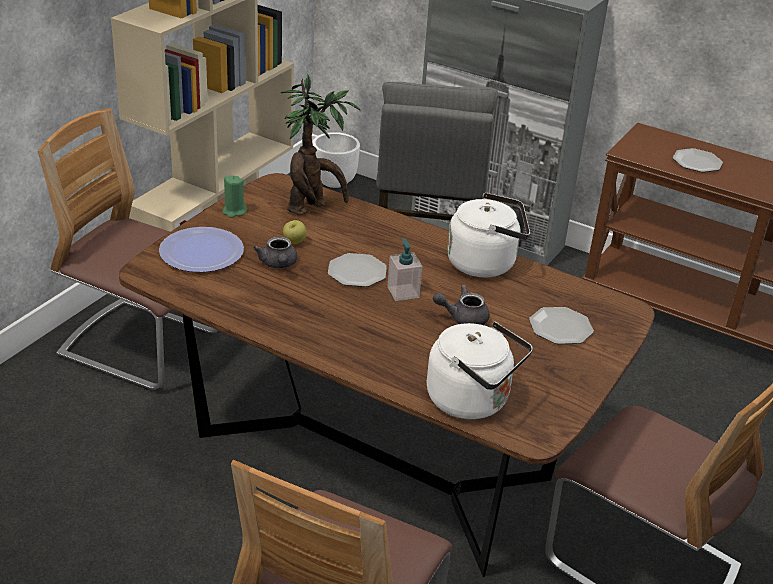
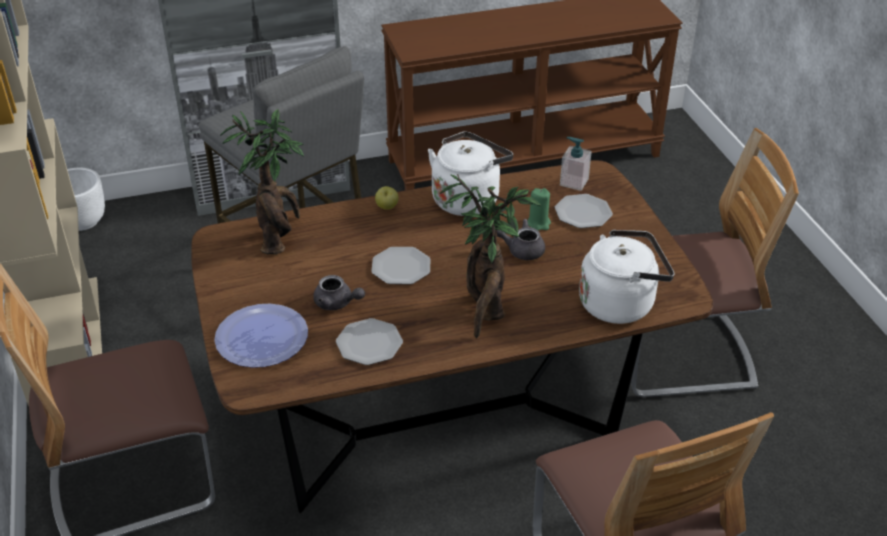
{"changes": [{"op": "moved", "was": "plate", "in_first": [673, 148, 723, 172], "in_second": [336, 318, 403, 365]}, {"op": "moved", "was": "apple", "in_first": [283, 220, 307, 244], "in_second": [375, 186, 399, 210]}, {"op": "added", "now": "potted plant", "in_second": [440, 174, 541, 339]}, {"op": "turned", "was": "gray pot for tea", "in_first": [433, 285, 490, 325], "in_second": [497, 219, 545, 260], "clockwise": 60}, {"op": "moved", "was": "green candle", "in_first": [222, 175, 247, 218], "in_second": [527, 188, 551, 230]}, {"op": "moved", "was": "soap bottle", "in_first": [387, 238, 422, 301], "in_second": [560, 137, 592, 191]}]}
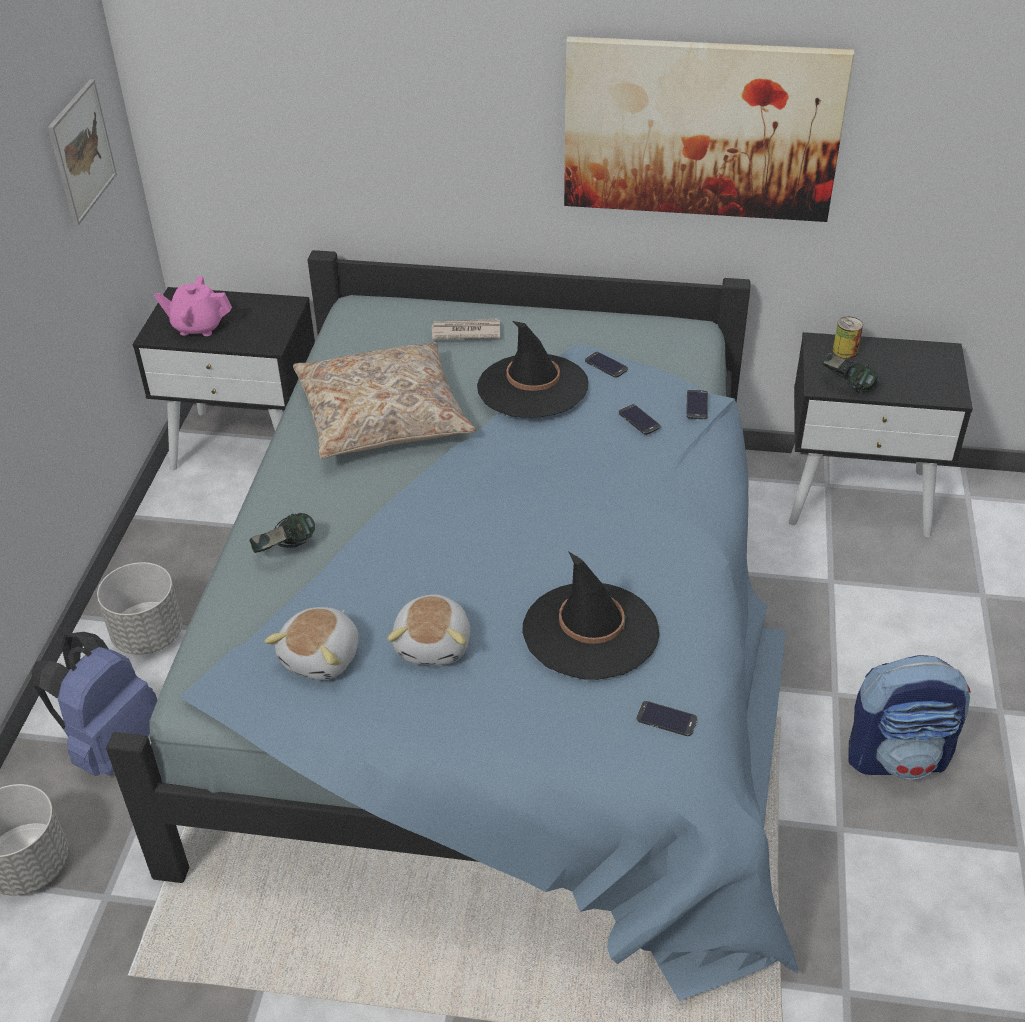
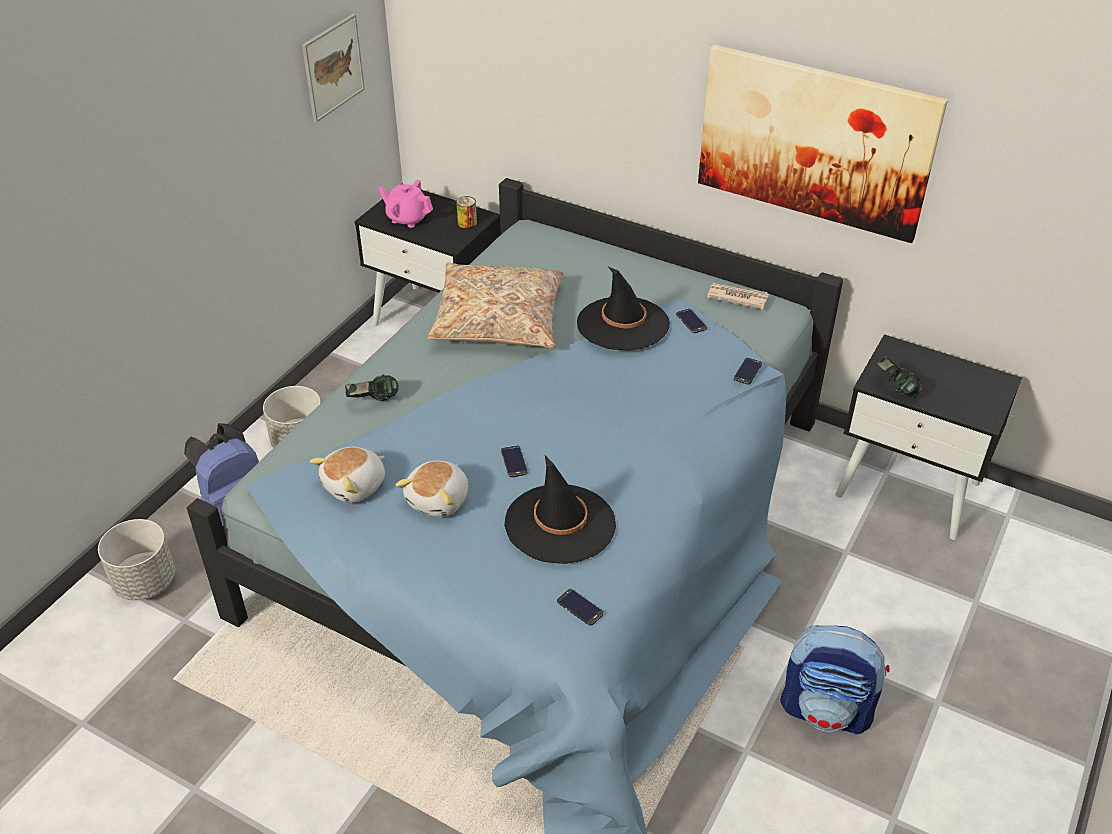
{"changes": [{"op": "moved", "was": "can", "in_first": [833, 317, 863, 358], "in_second": [456, 196, 477, 229]}, {"op": "moved", "was": "phone", "in_first": [619, 404, 660, 435], "in_second": [501, 445, 528, 477]}, {"op": "moved", "was": "daily paper", "in_first": [432, 319, 500, 340], "in_second": [707, 283, 769, 310]}]}
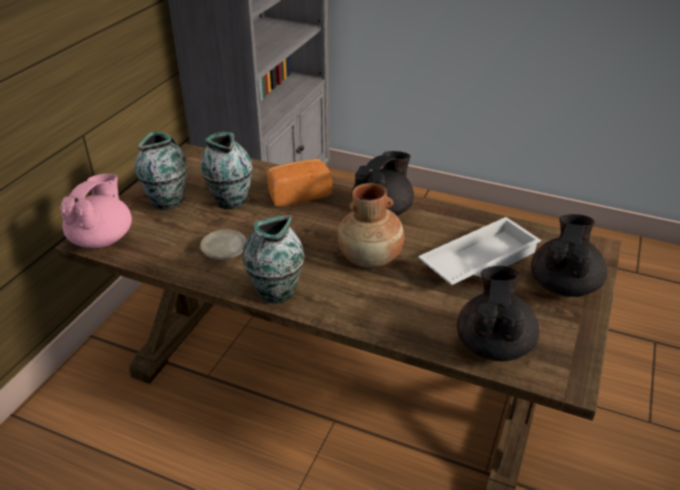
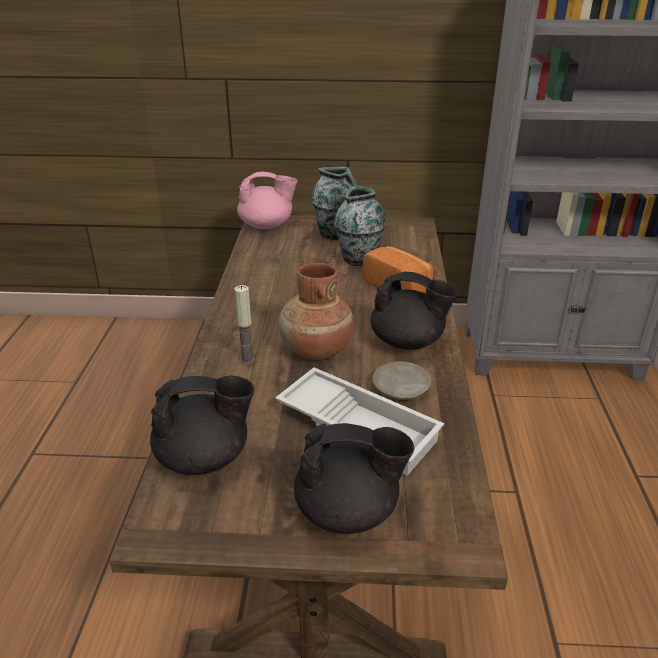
{"changes": [{"op": "added", "now": "candle", "in_second": [235, 285, 255, 365]}, {"op": "moved", "was": "sand-coloured plate", "in_first": [200, 229, 247, 261], "in_second": [372, 361, 431, 400]}, {"op": "removed", "was": "decorative vase", "in_first": [242, 215, 304, 304]}]}
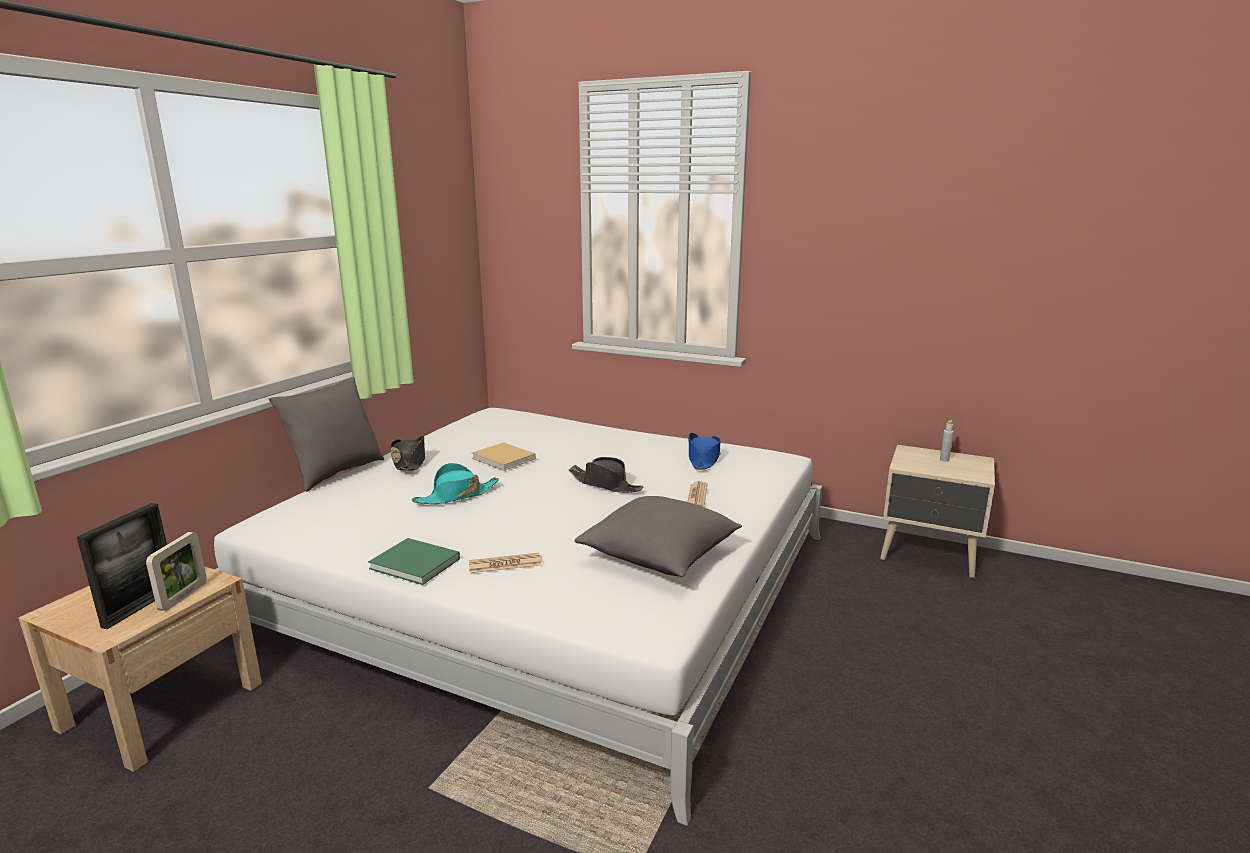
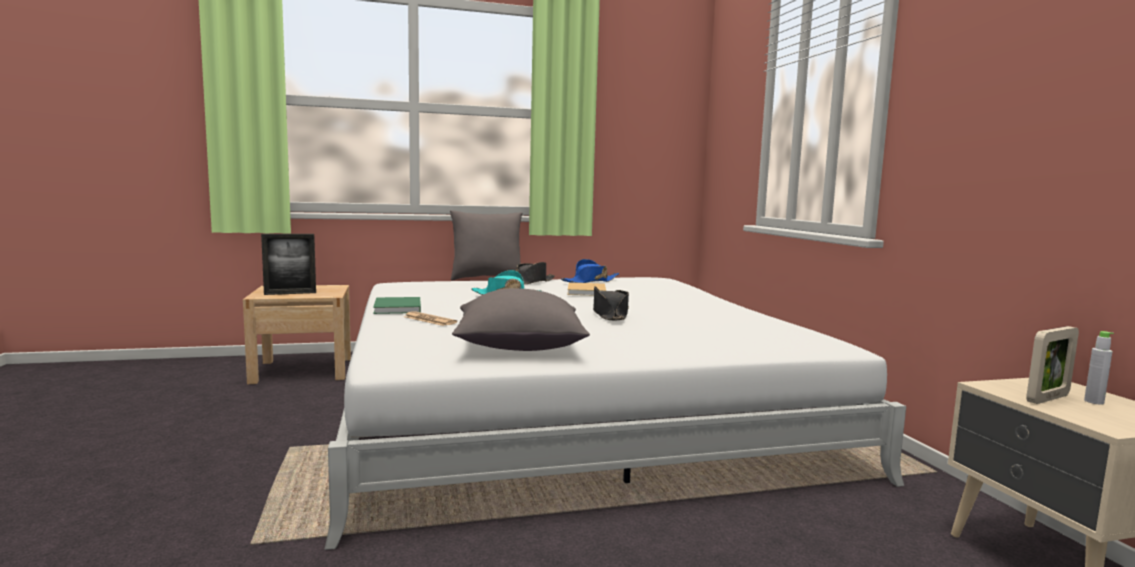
{"changes": [{"op": "moved", "was": "blue wearable hat", "in_first": [689, 433, 721, 470], "in_second": [561, 259, 619, 283]}, {"op": "moved", "was": "picture frame", "in_first": [146, 532, 206, 611], "in_second": [1026, 326, 1079, 404]}, {"op": "removed", "was": "daily paper", "in_first": [687, 481, 708, 507]}]}
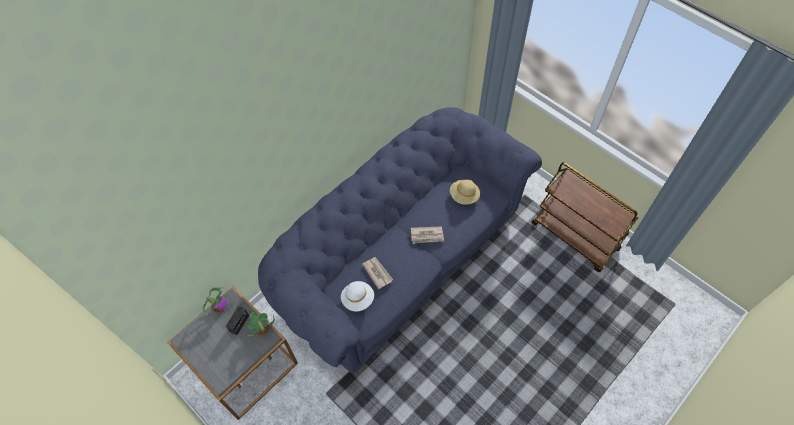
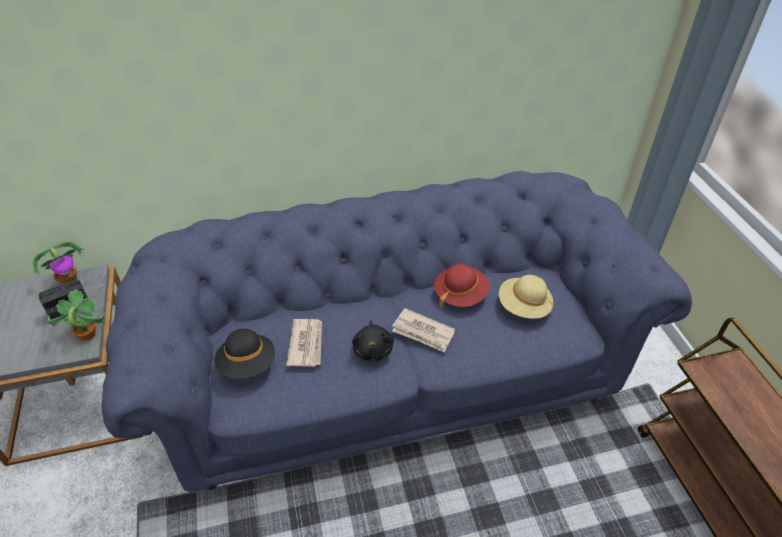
{"changes": [{"op": "recoloured", "was": "whitish wearable hat", "now": "black wearable hat", "in_first": [341, 281, 374, 312], "in_second": [214, 329, 275, 379]}, {"op": "added", "now": "black cuddly toy", "in_second": [352, 321, 394, 361]}, {"op": "added", "now": "red wearable hat", "in_second": [434, 264, 490, 307]}]}
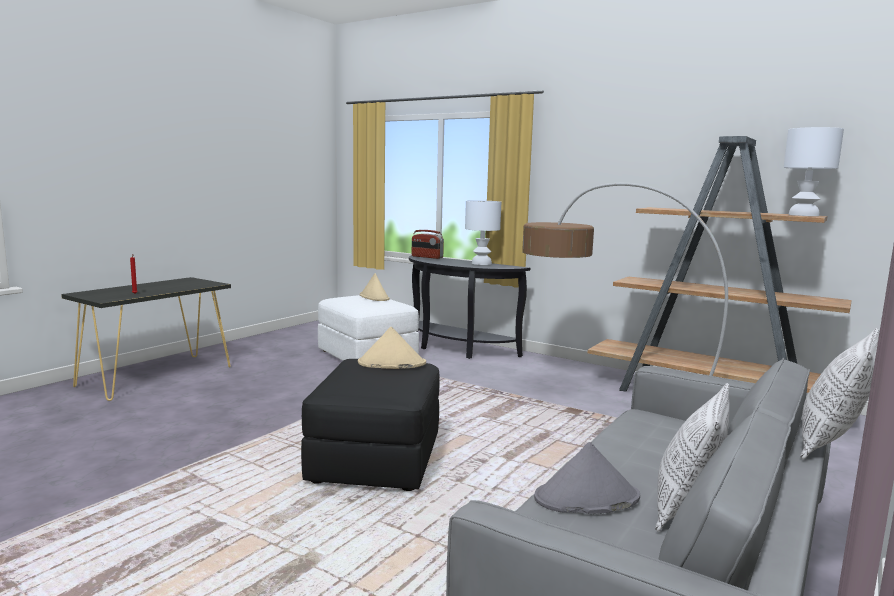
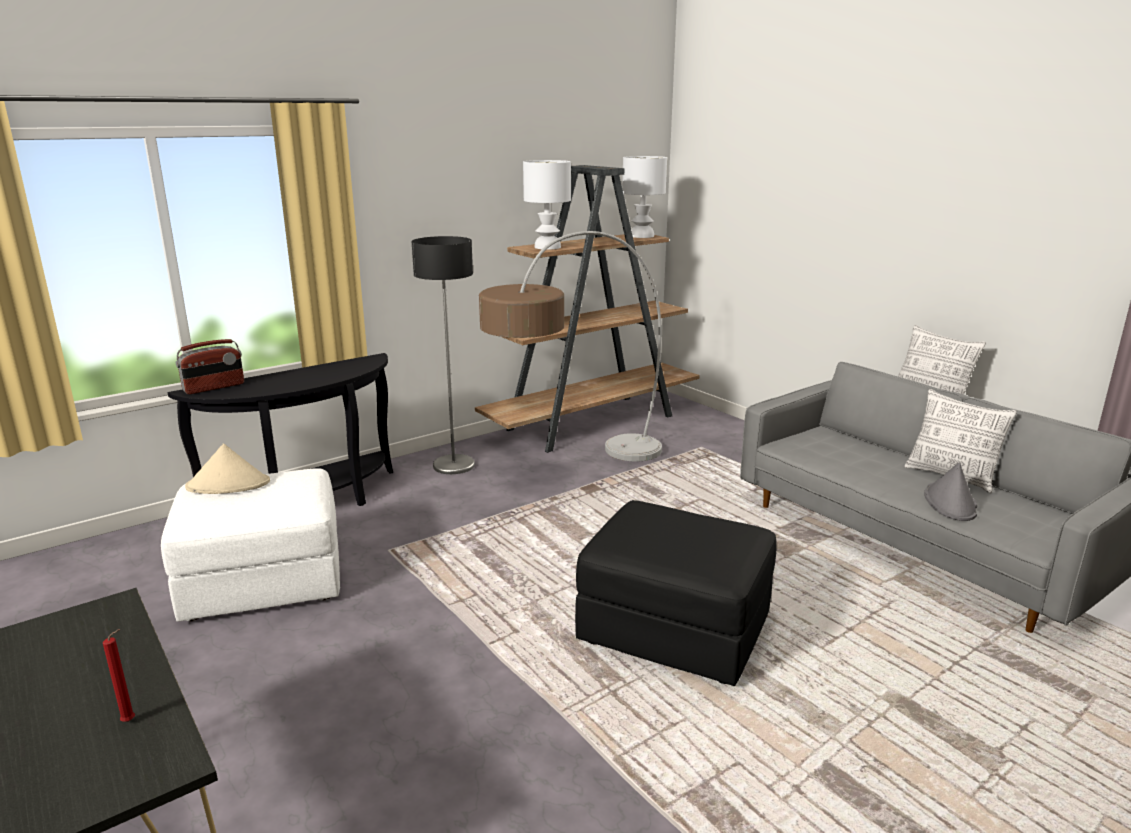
{"changes": [{"op": "added", "now": "floor lamp", "in_second": [412, 236, 475, 474]}, {"op": "moved", "was": "whitish lamp for a table", "in_first": [465, 200, 501, 265], "in_second": [523, 160, 571, 250]}, {"op": "removed", "was": "sand-coloured wearable hat", "in_first": [358, 327, 426, 369]}]}
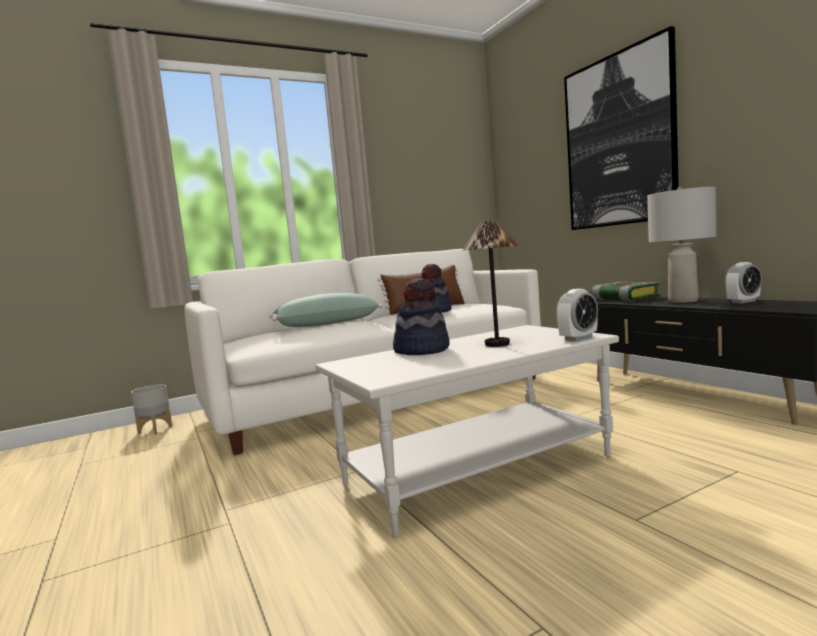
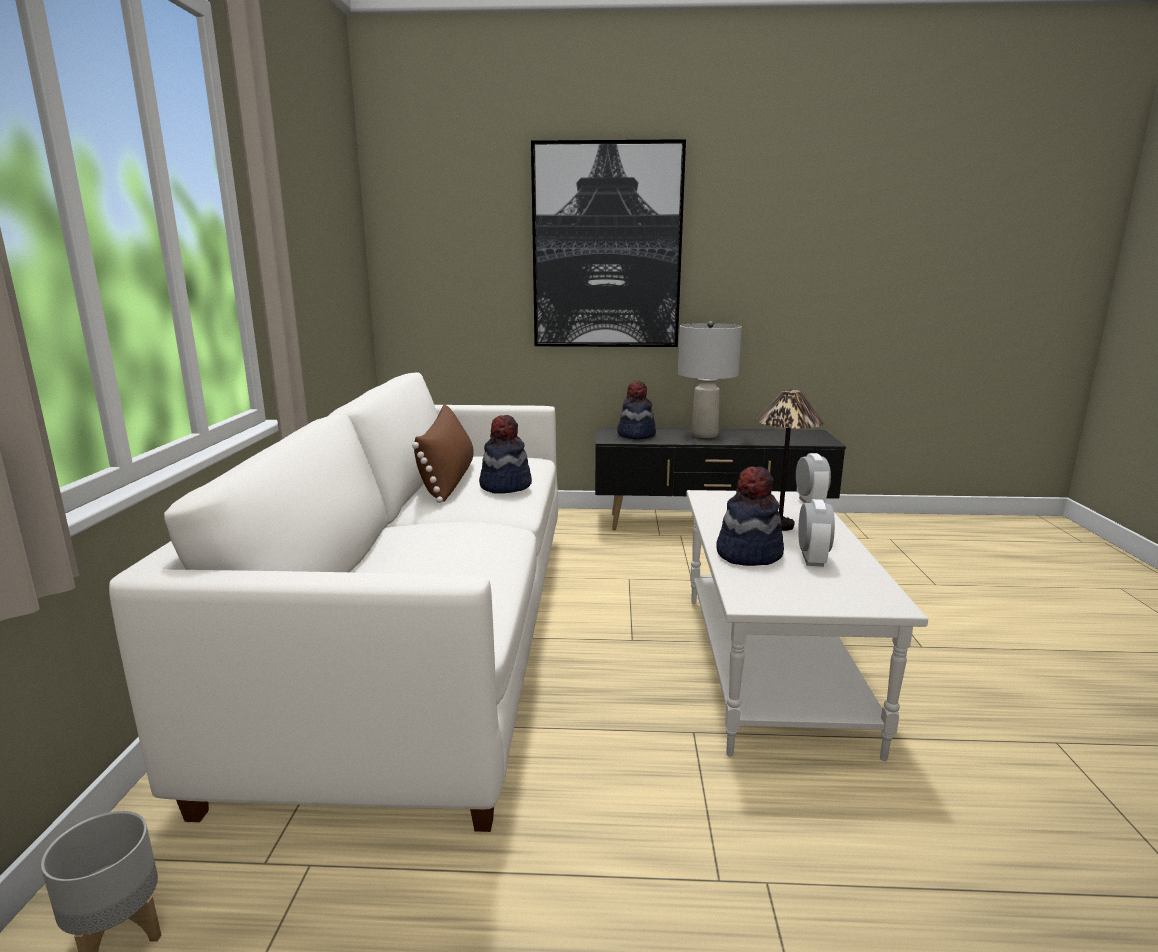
{"changes": [{"op": "replaced", "was": "book", "now": "wearable hat", "in_first": [590, 282, 660, 301], "in_second": [617, 381, 656, 440]}, {"op": "moved", "was": "alarm clock", "in_first": [725, 262, 762, 304], "in_second": [798, 499, 835, 567]}, {"op": "removed", "was": "green cushion", "in_first": [269, 293, 383, 327]}]}
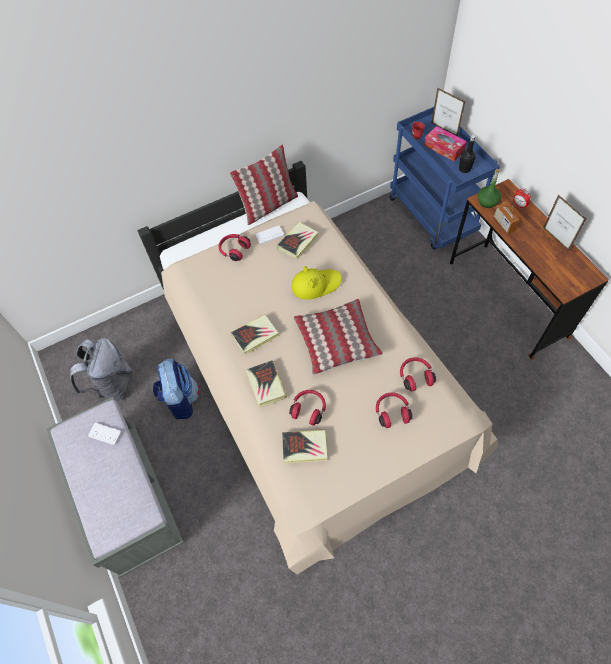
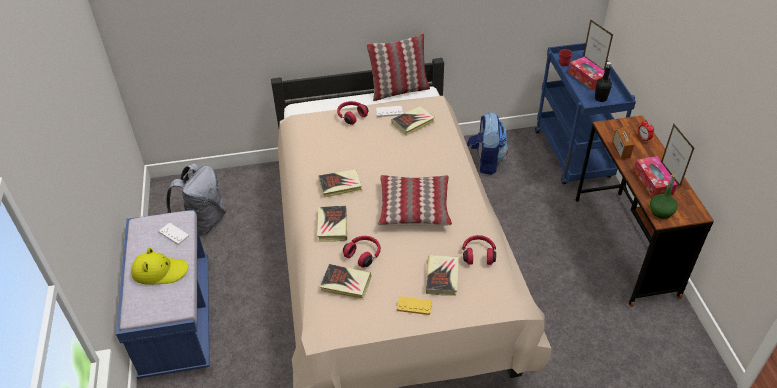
{"changes": [{"op": "recoloured", "was": "gray bench", "now": "blue bench", "in_first": [46, 397, 184, 578], "in_second": [116, 209, 210, 379]}, {"op": "moved", "was": "yellow-coloured wearable hat", "in_first": [292, 266, 342, 300], "in_second": [131, 248, 188, 285]}, {"op": "added", "now": "yellow-coloured gamepad", "in_second": [397, 296, 432, 315]}, {"op": "replaced", "was": "red pair of headphones", "now": "book", "in_first": [376, 393, 412, 428], "in_second": [426, 255, 459, 296]}, {"op": "moved", "was": "knapsack", "in_first": [153, 359, 199, 419], "in_second": [467, 112, 508, 175]}, {"op": "added", "now": "tissue box", "in_second": [634, 156, 677, 198]}, {"op": "moved", "was": "green drink bottle", "in_first": [478, 169, 501, 208], "in_second": [650, 174, 678, 219]}]}
